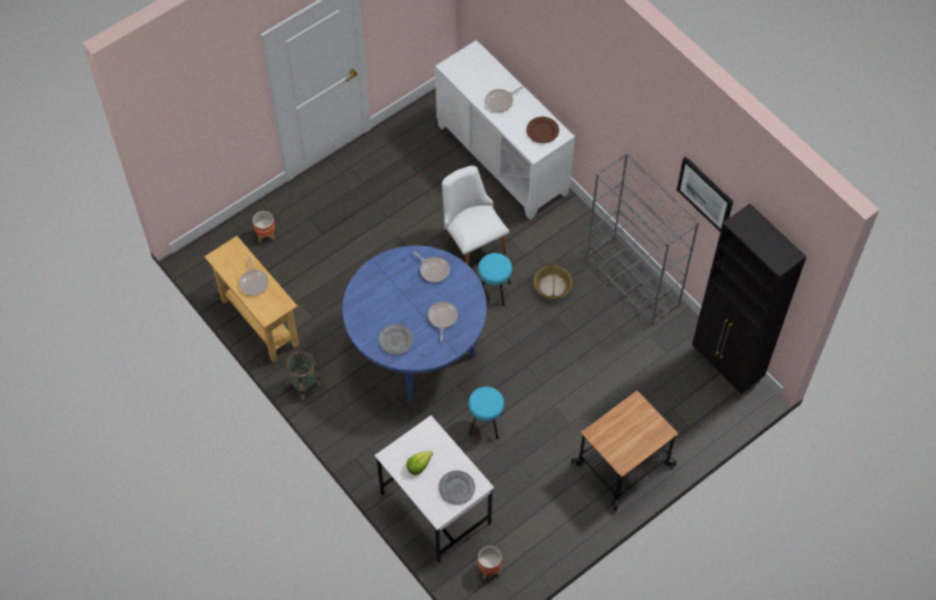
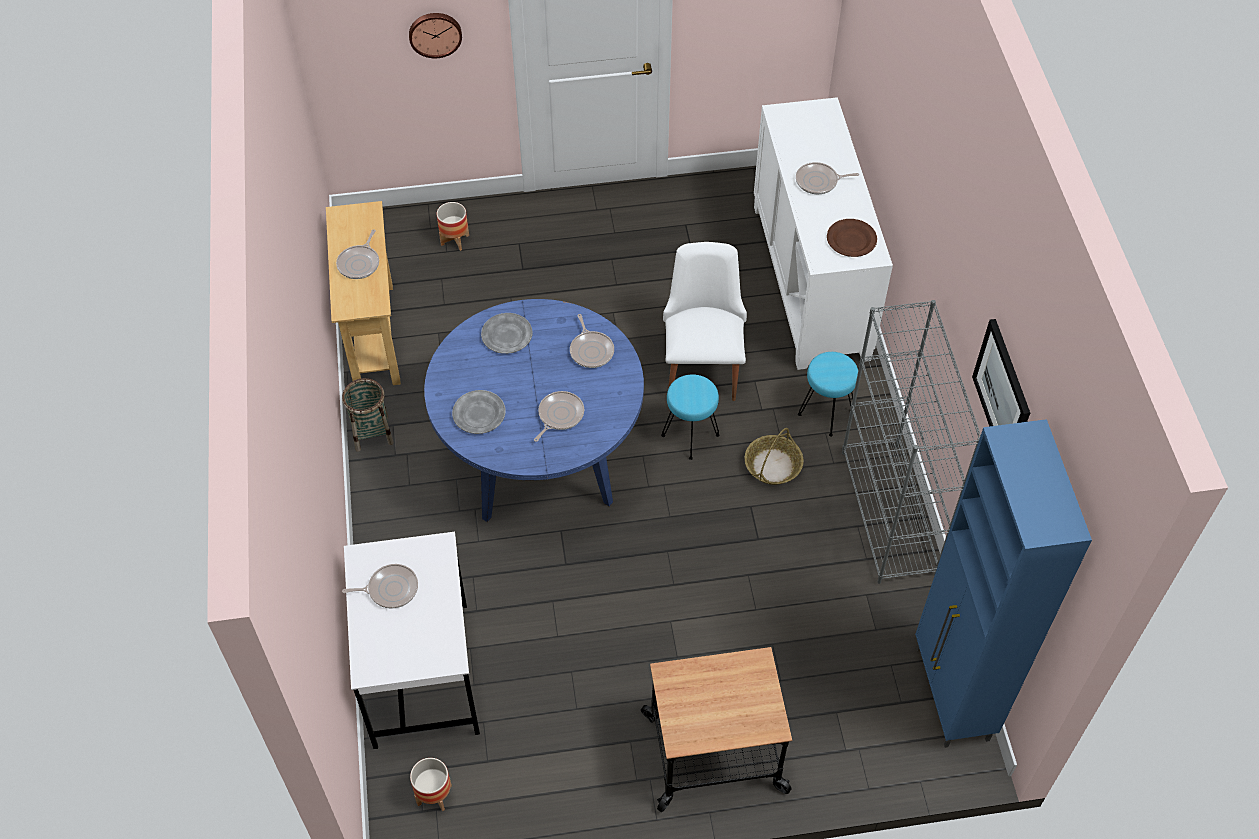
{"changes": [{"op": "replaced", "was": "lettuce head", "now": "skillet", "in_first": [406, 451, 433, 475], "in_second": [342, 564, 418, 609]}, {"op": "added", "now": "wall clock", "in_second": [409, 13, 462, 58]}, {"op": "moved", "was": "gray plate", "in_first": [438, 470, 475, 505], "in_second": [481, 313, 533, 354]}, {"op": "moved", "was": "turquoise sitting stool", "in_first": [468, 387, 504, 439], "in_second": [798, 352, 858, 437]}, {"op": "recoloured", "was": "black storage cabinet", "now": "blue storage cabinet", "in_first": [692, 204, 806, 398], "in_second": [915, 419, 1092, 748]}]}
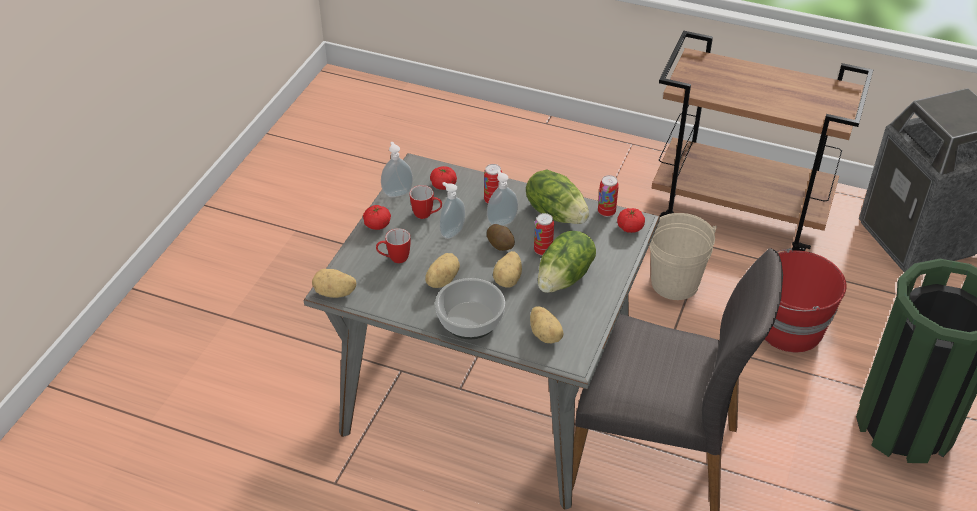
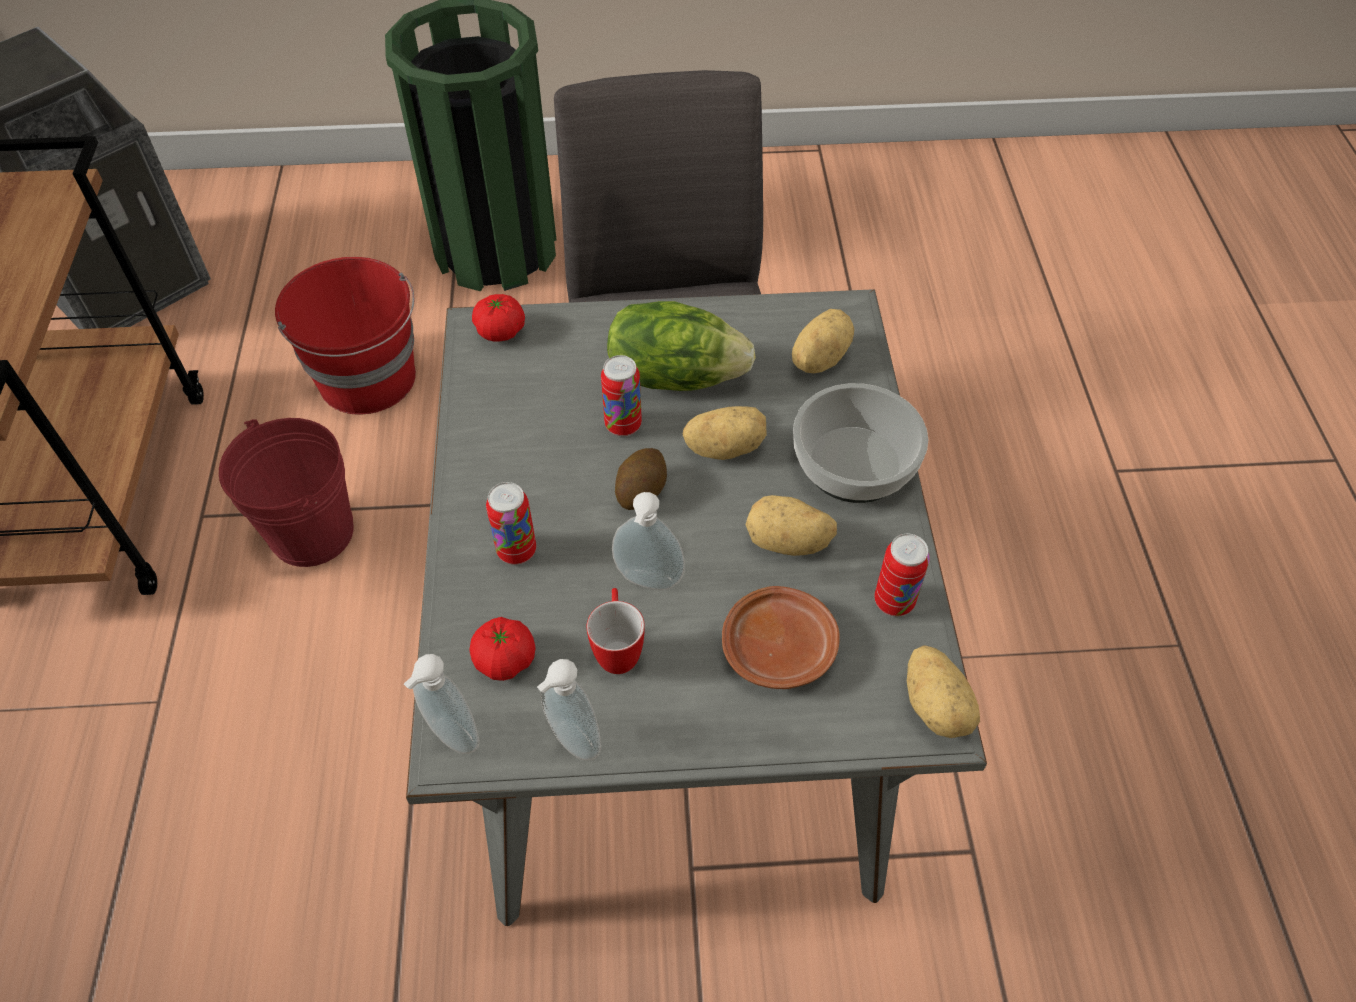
{"changes": [{"op": "recoloured", "was": "sand-coloured pail", "now": "red pail", "in_first": [650, 213, 717, 300], "in_second": [219, 418, 354, 567]}, {"op": "moved", "was": "soap bottle", "in_first": [487, 170, 518, 226], "in_second": [404, 654, 479, 754]}, {"op": "replaced", "was": "tea mug", "now": "brownish plate", "in_first": [376, 228, 411, 263], "in_second": [722, 586, 840, 689]}, {"op": "moved", "was": "can", "in_first": [598, 175, 619, 217], "in_second": [874, 534, 930, 616]}, {"op": "removed", "was": "tomato", "in_first": [363, 205, 391, 230]}, {"op": "removed", "was": "lettuce head", "in_first": [526, 169, 589, 224]}]}
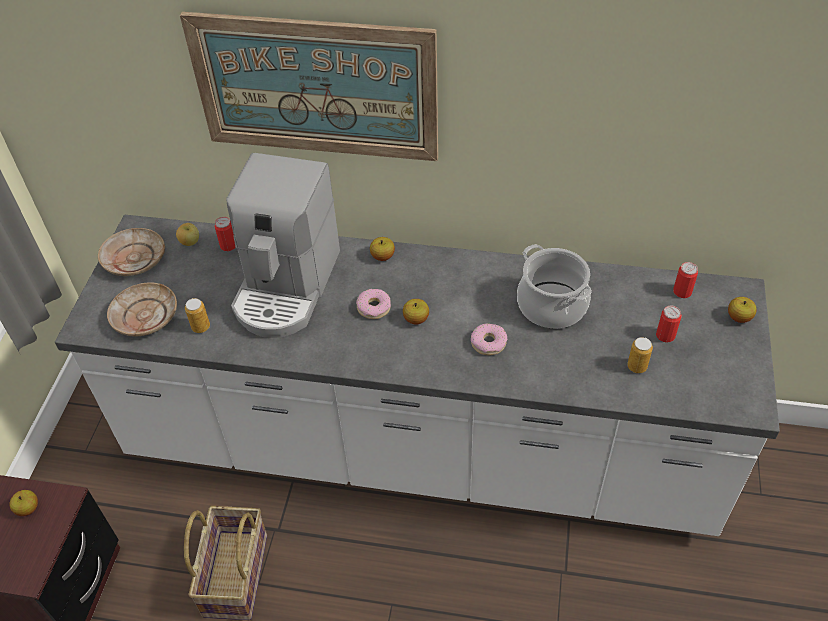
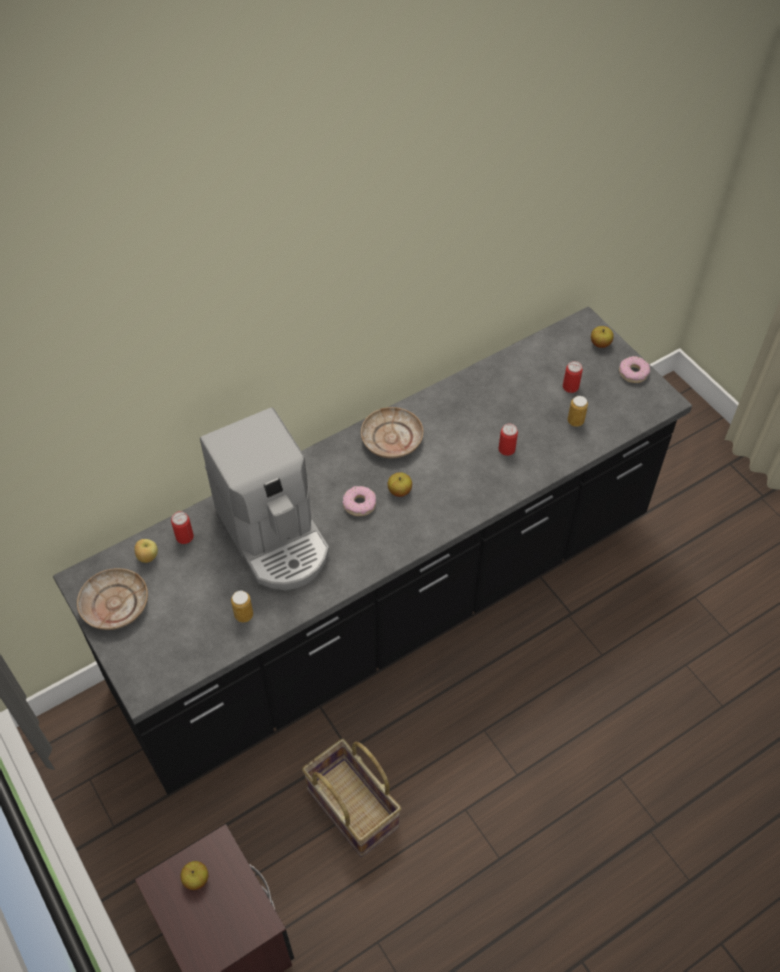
{"changes": [{"op": "recoloured", "was": "whitish kitchen base unit", "now": "black kitchen base unit", "in_first": [55, 215, 780, 536], "in_second": [53, 306, 692, 795]}, {"op": "moved", "was": "sand-coloured plate", "in_first": [107, 283, 177, 337], "in_second": [361, 407, 424, 458]}, {"op": "moved", "was": "can", "in_first": [673, 262, 698, 298], "in_second": [498, 424, 518, 456]}, {"op": "moved", "was": "doughnut", "in_first": [471, 323, 507, 355], "in_second": [619, 356, 650, 383]}, {"op": "removed", "was": "wall picture", "in_first": [180, 12, 438, 161]}, {"op": "removed", "was": "apple", "in_first": [370, 237, 395, 261]}, {"op": "removed", "was": "cooking pot", "in_first": [517, 244, 592, 328]}]}
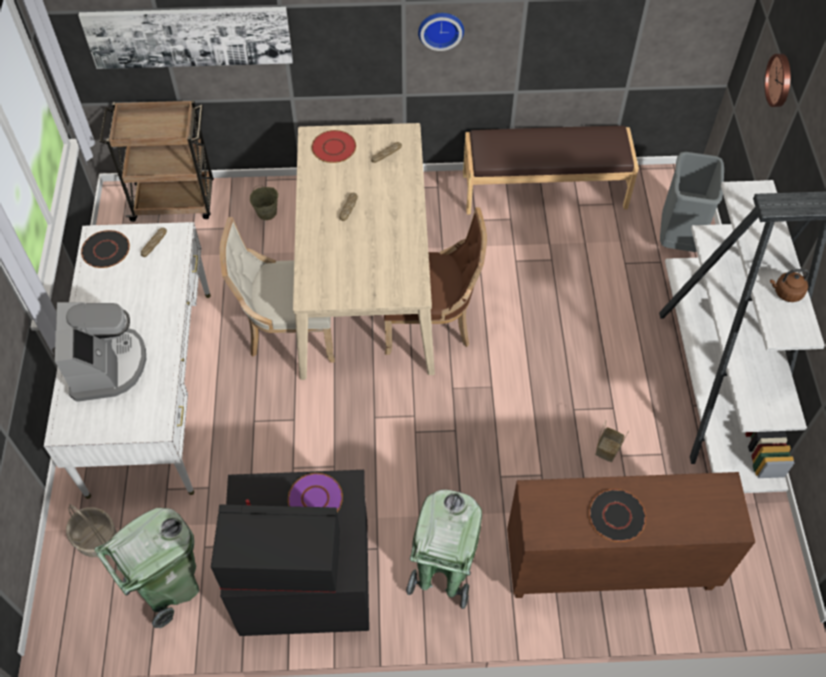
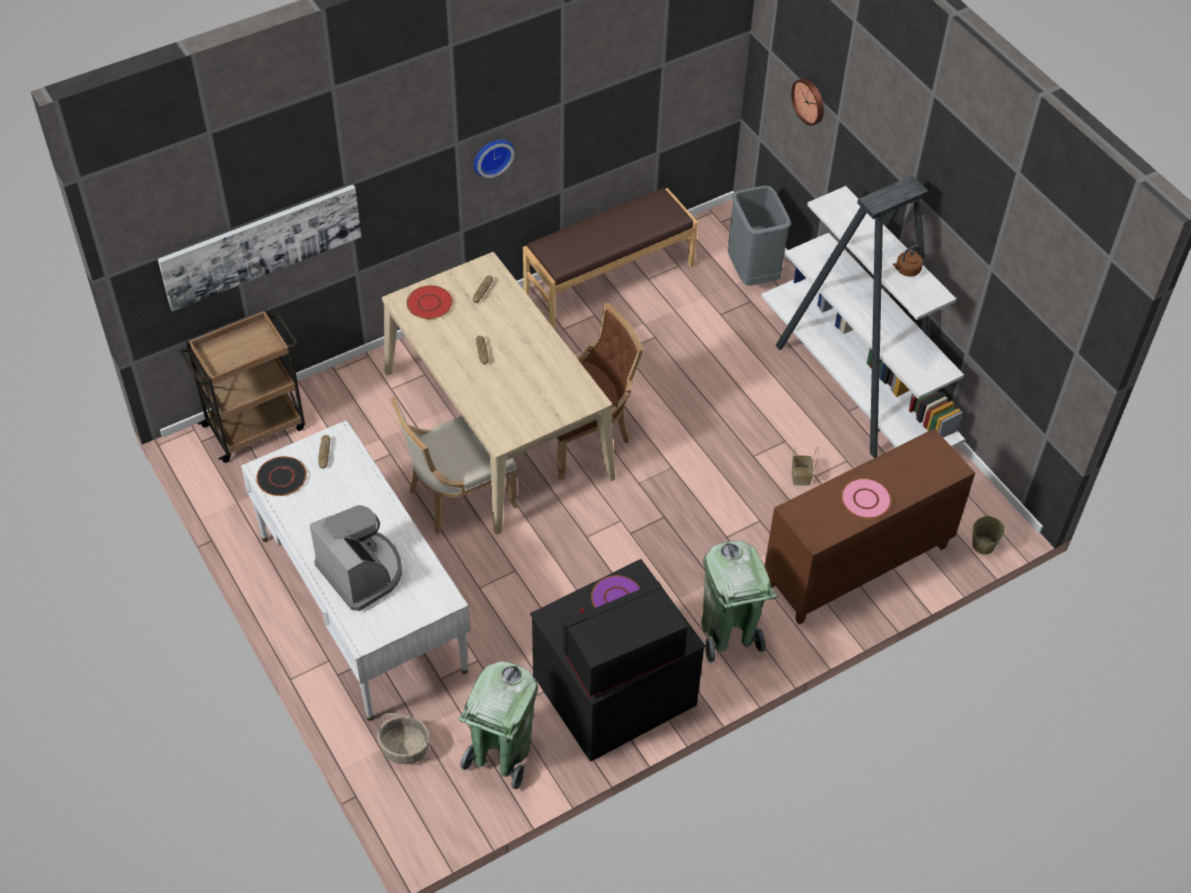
{"changes": [{"op": "recoloured", "was": "black plate", "now": "pink plate", "in_first": [589, 489, 646, 542], "in_second": [841, 478, 891, 519]}, {"op": "moved", "was": "sand-coloured pail", "in_first": [250, 185, 278, 220], "in_second": [972, 516, 1005, 554]}]}
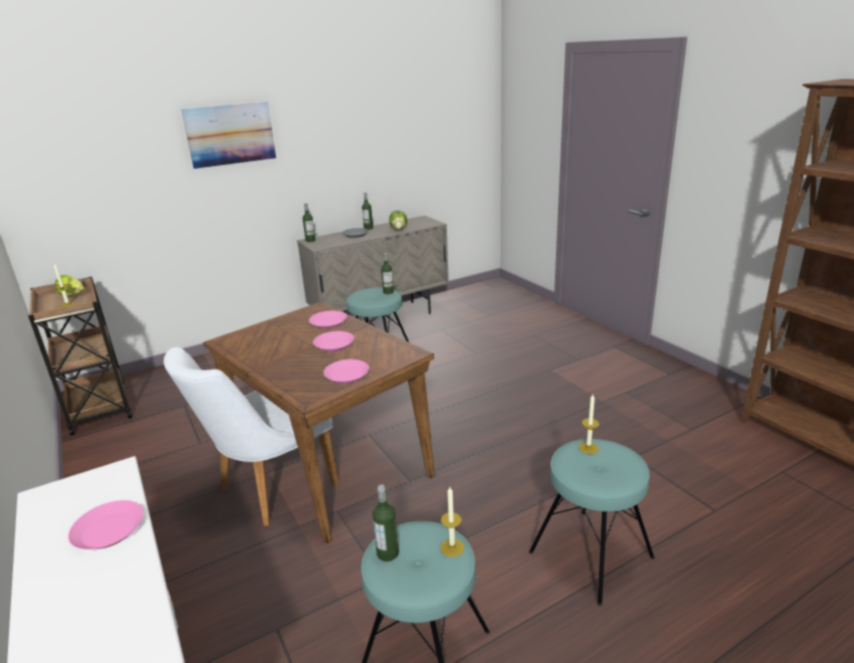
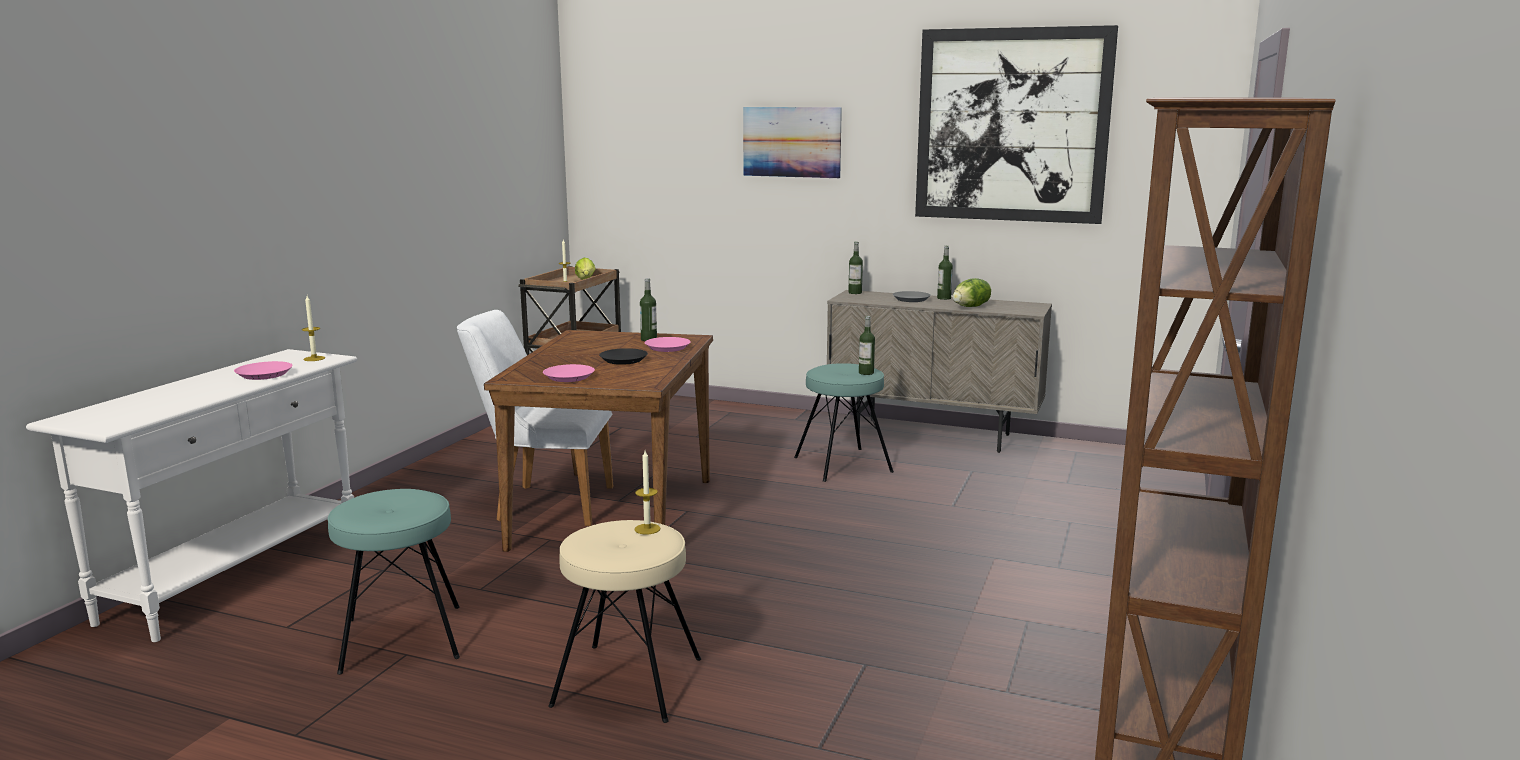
{"changes": [{"op": "moved", "was": "candle", "in_first": [440, 487, 464, 557], "in_second": [302, 296, 325, 361]}, {"op": "recoloured", "was": "turquoise sitting stool", "now": "sand-coloured sitting stool", "in_first": [529, 439, 655, 606], "in_second": [548, 520, 701, 723]}, {"op": "recoloured", "was": "pink plate", "now": "black plate", "in_first": [313, 331, 354, 352], "in_second": [599, 348, 648, 365]}, {"op": "moved", "was": "drink bottle", "in_first": [373, 485, 399, 562], "in_second": [640, 278, 657, 341]}, {"op": "added", "now": "wall picture", "in_second": [915, 25, 1118, 224]}]}
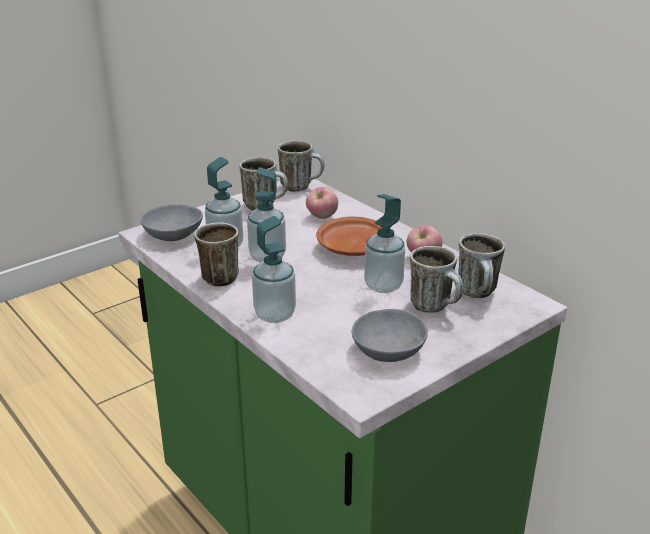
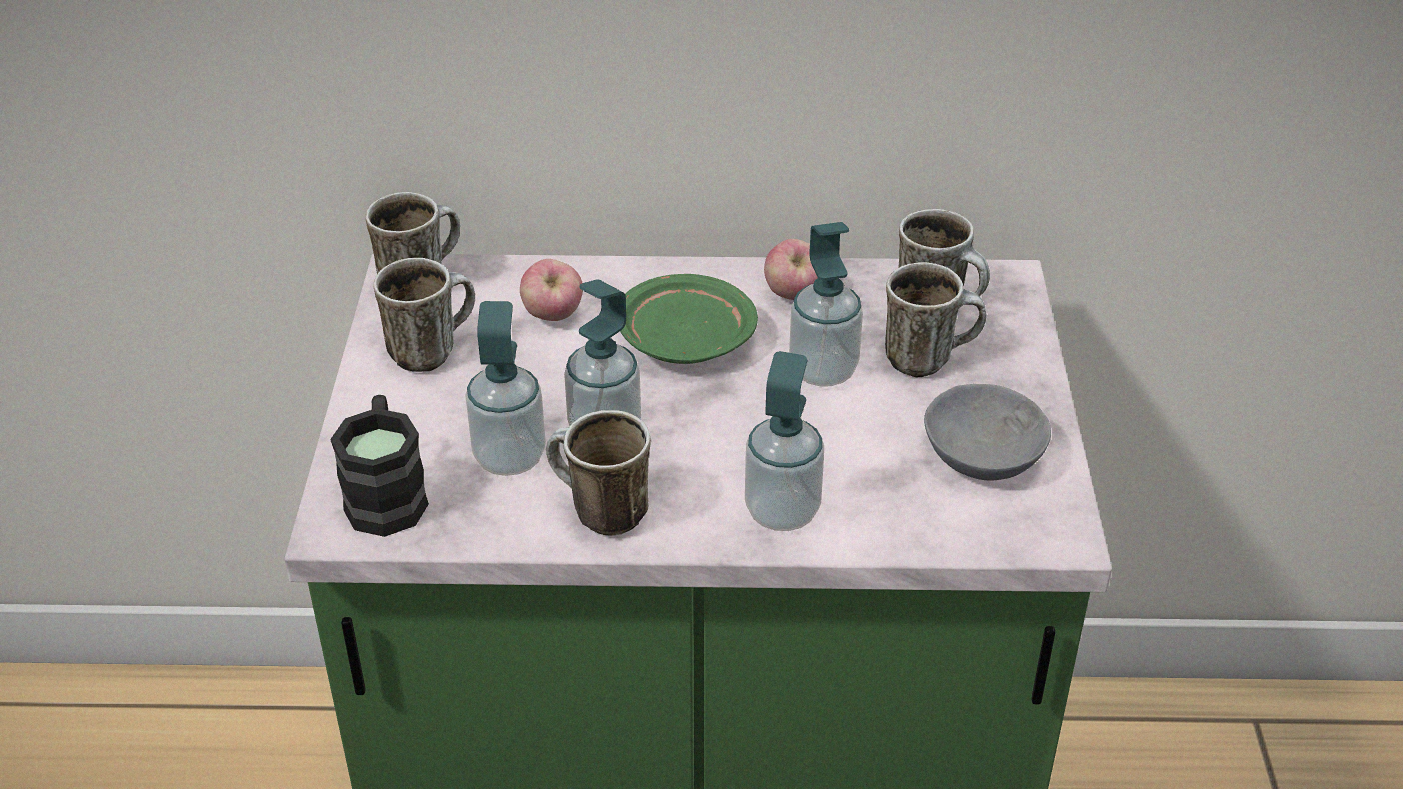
{"changes": [{"op": "replaced", "was": "gray serving bowl", "now": "black tea mug", "in_first": [141, 205, 203, 241], "in_second": [330, 395, 429, 537]}, {"op": "recoloured", "was": "brownish plate", "now": "green plate", "in_first": [316, 216, 382, 256], "in_second": [620, 274, 758, 364]}]}
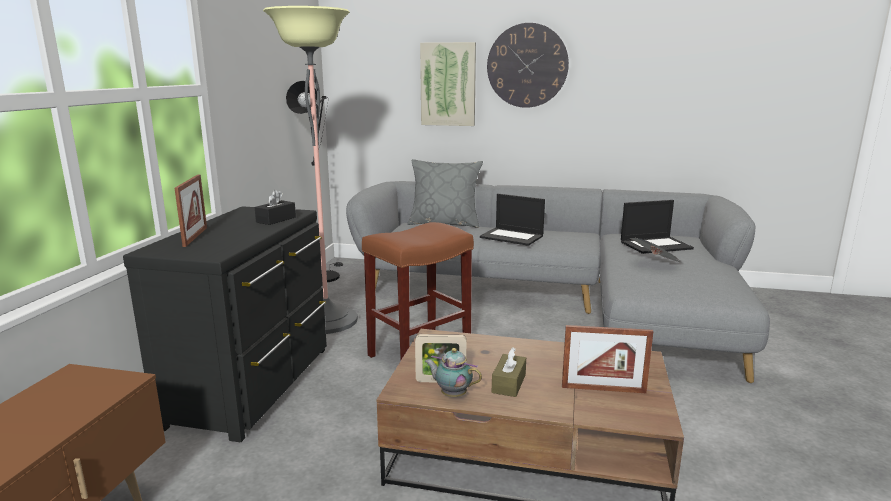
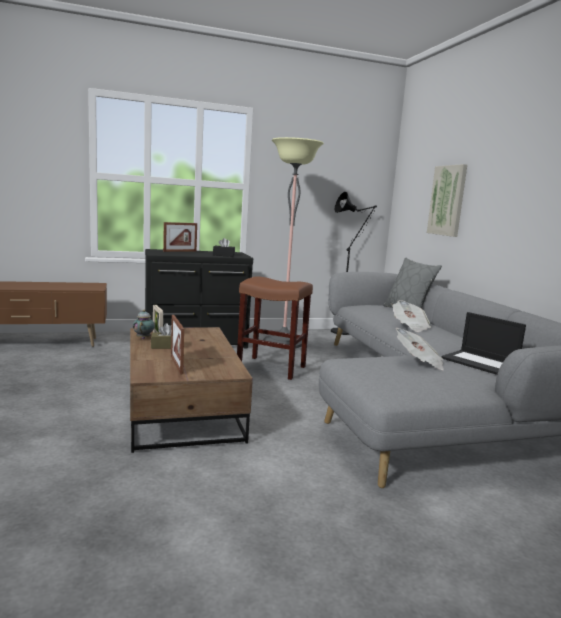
{"changes": [{"op": "replaced", "was": "portable computer", "now": "daily paper", "in_first": [480, 194, 545, 246], "in_second": [392, 300, 431, 332]}, {"op": "removed", "was": "wall clock", "in_first": [487, 23, 569, 108]}]}
